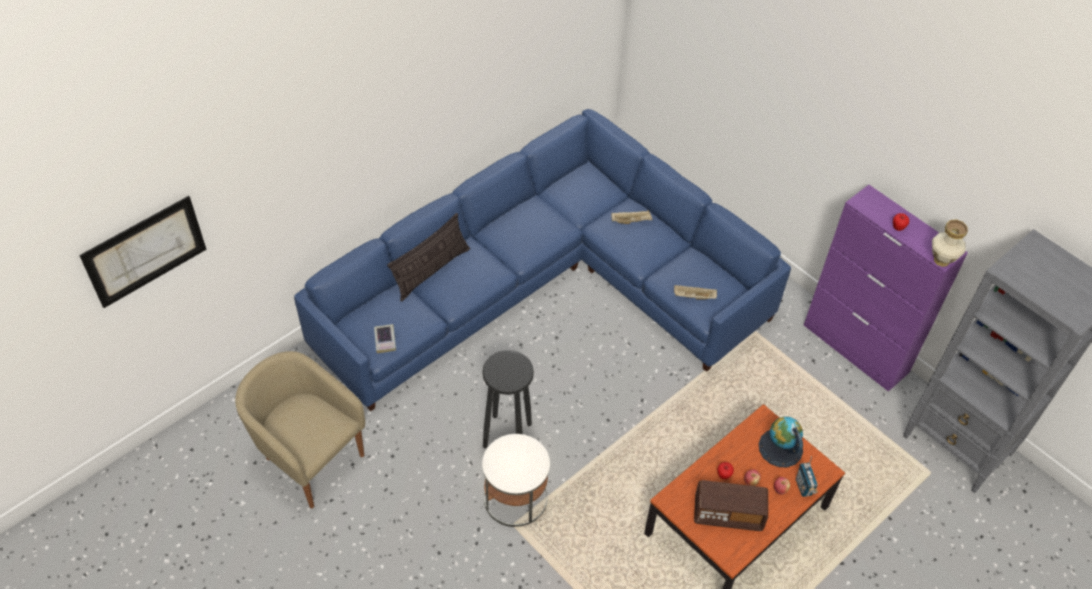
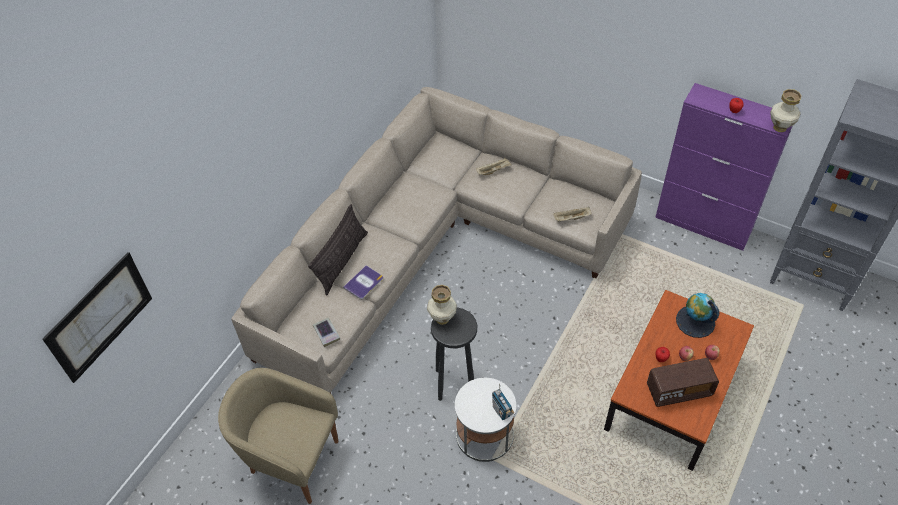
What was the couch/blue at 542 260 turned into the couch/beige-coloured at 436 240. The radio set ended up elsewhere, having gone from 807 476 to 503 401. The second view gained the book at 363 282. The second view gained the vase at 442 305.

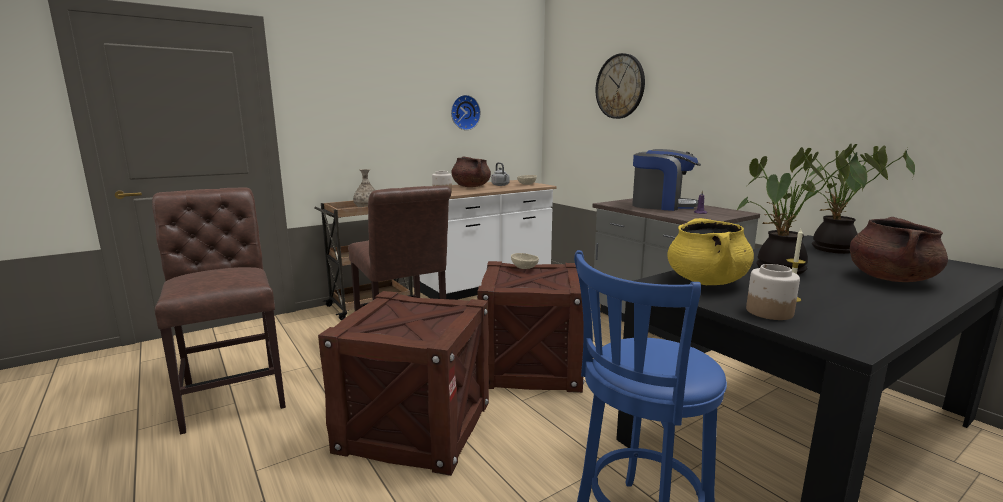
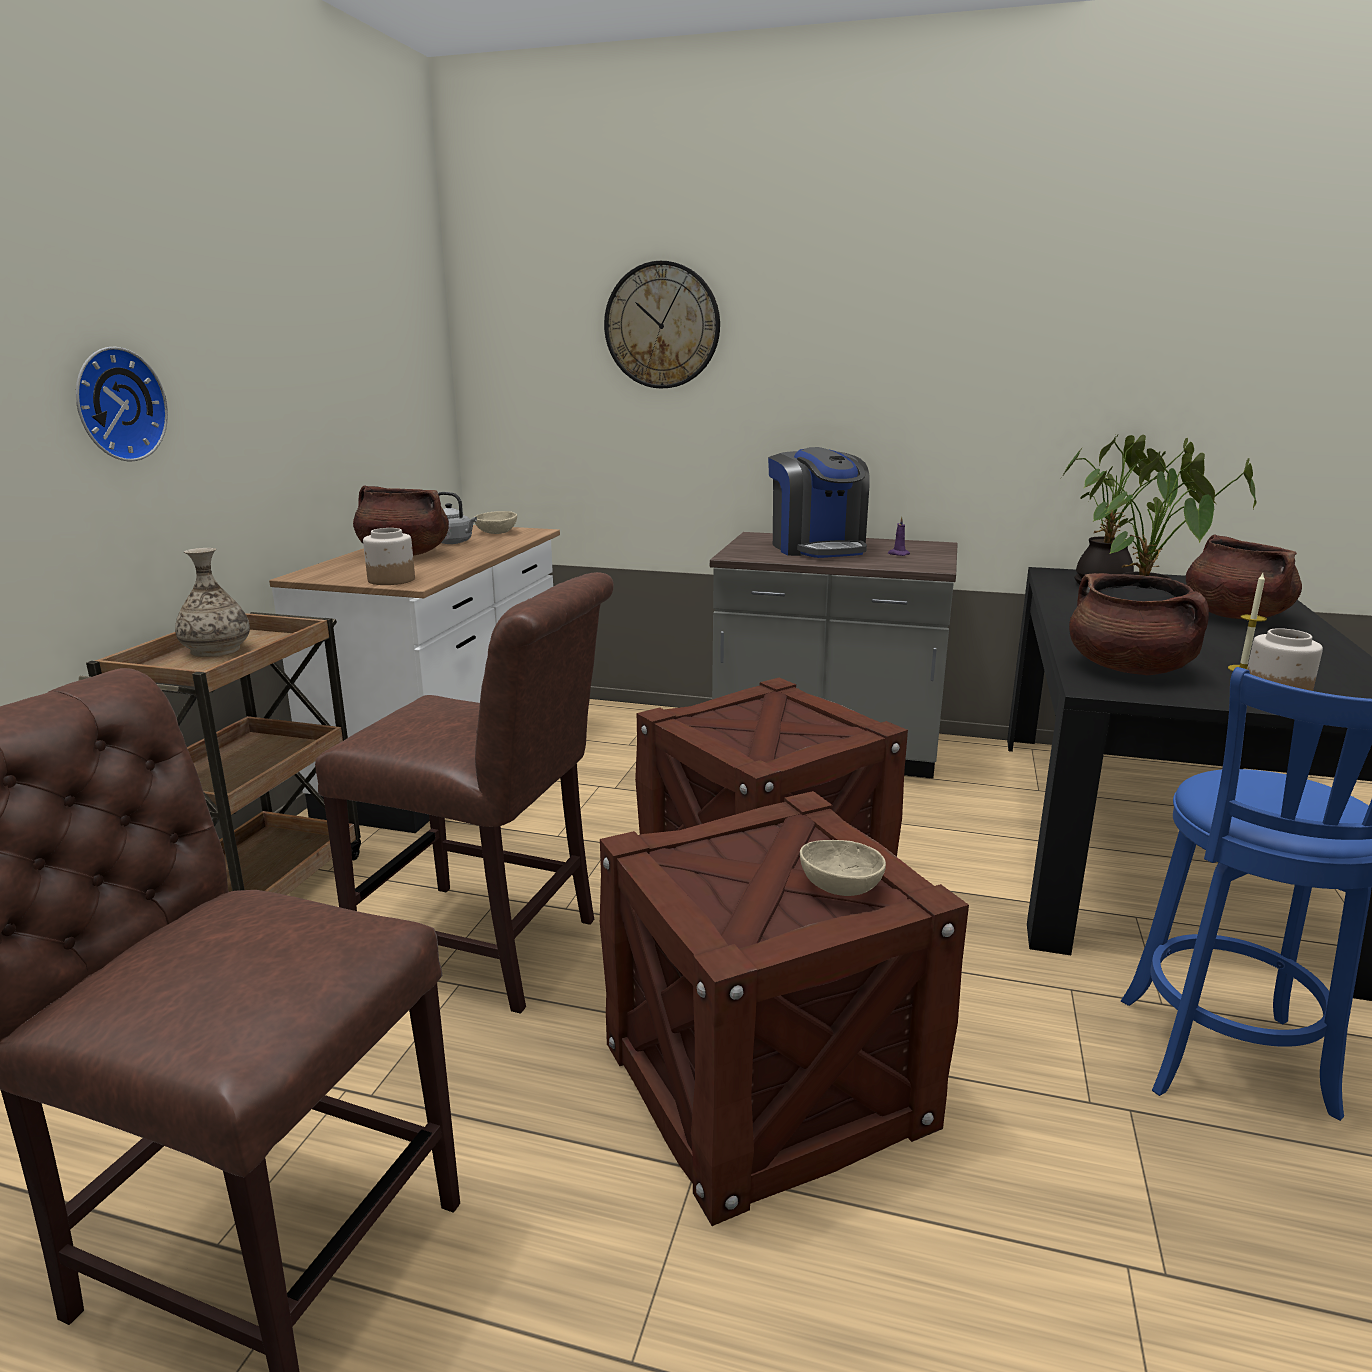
The wall clock ended up elsewhere, having gone from 466 112 to 122 404. The coffee brewer at 666 180 ended up facing another way, 90 degrees clockwise from before. What was the stockpot/yellowish at 710 251 turned into the stockpot/brown at 1139 624. The serving bowl/beige-coloured ended up elsewhere, having gone from 525 261 to 843 868.

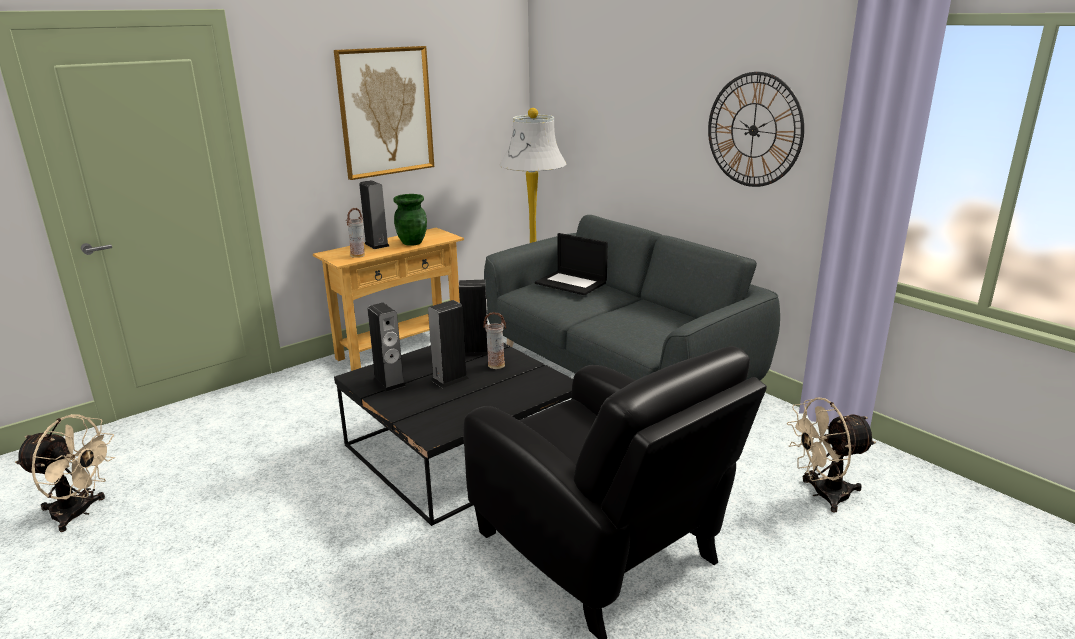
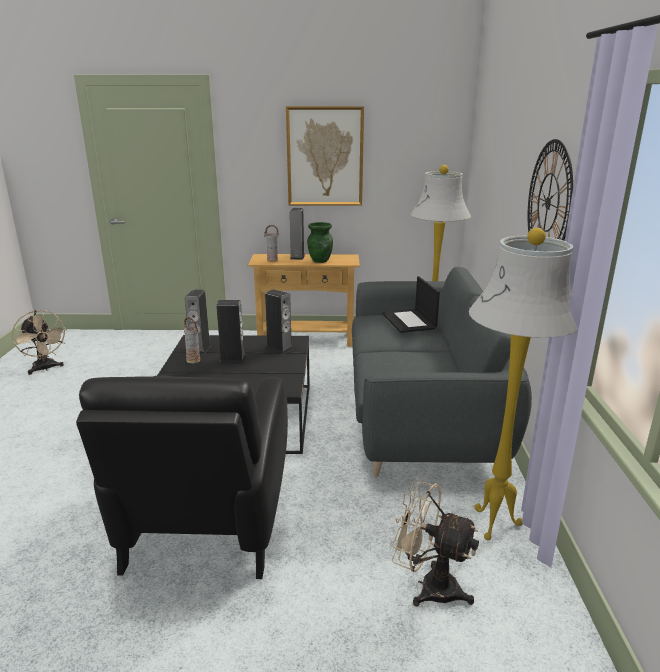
The vase ended up elsewhere, having gone from 494 340 to 192 340. The second view gained the standing lamp/white-coloured at 523 384.

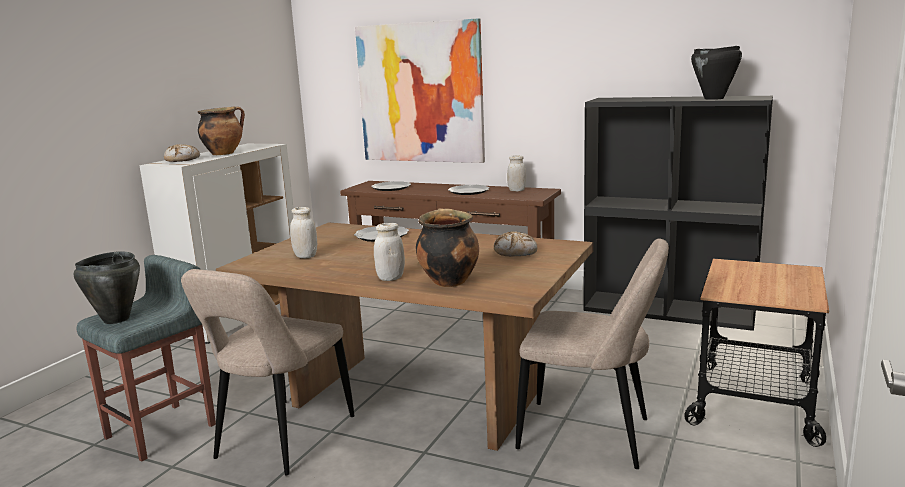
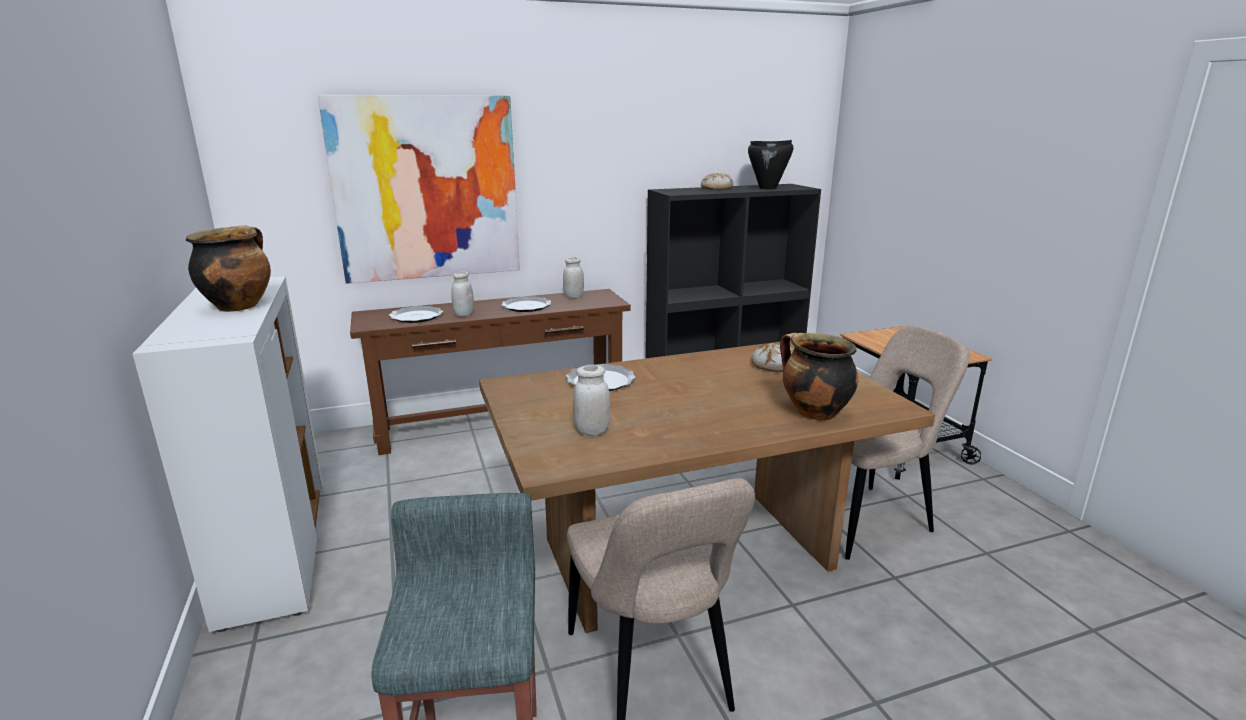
The bakery bread ended up elsewhere, having gone from 182 153 to 717 181. The preserve jar/white-coloured ended up elsewhere, having gone from 389 252 to 462 294. The second view lost the stockpot/black at 107 287.

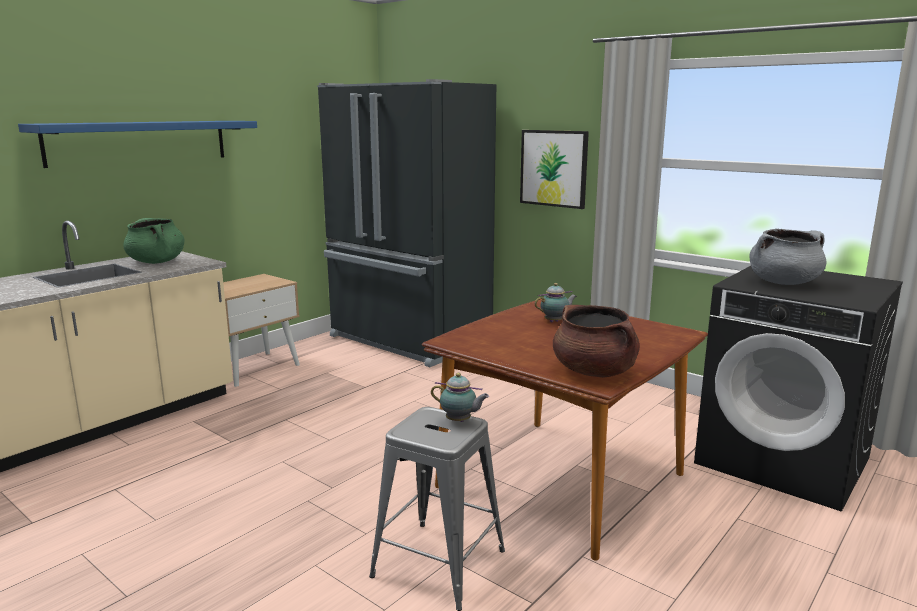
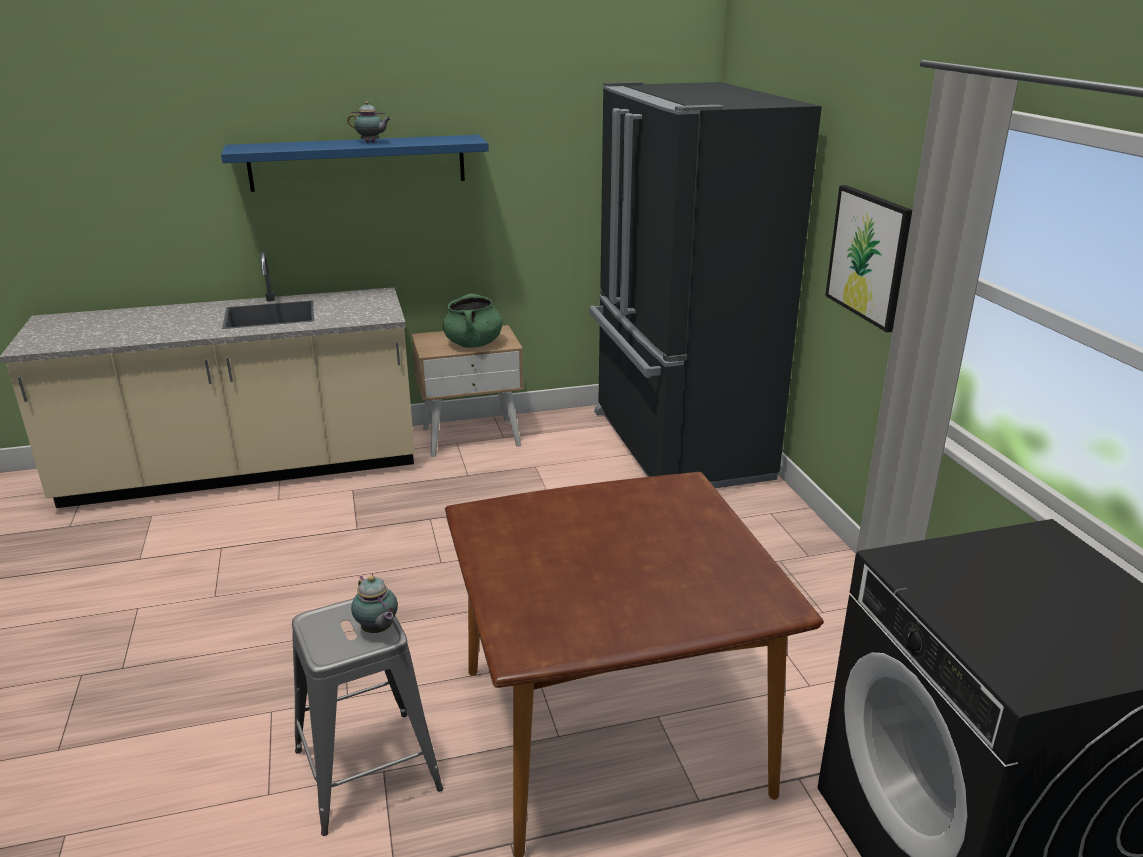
The stockpot/green-coloured ended up elsewhere, having gone from 153 241 to 472 320. The second view lost the stockpot/gray at 788 257. The pot for tea ended up elsewhere, having gone from 556 302 to 369 122. The second view lost the stockpot/brown at 596 341.

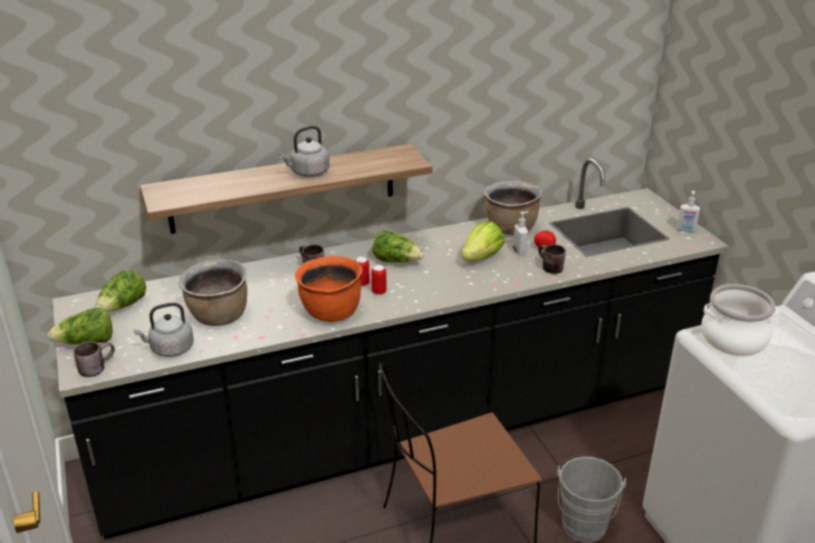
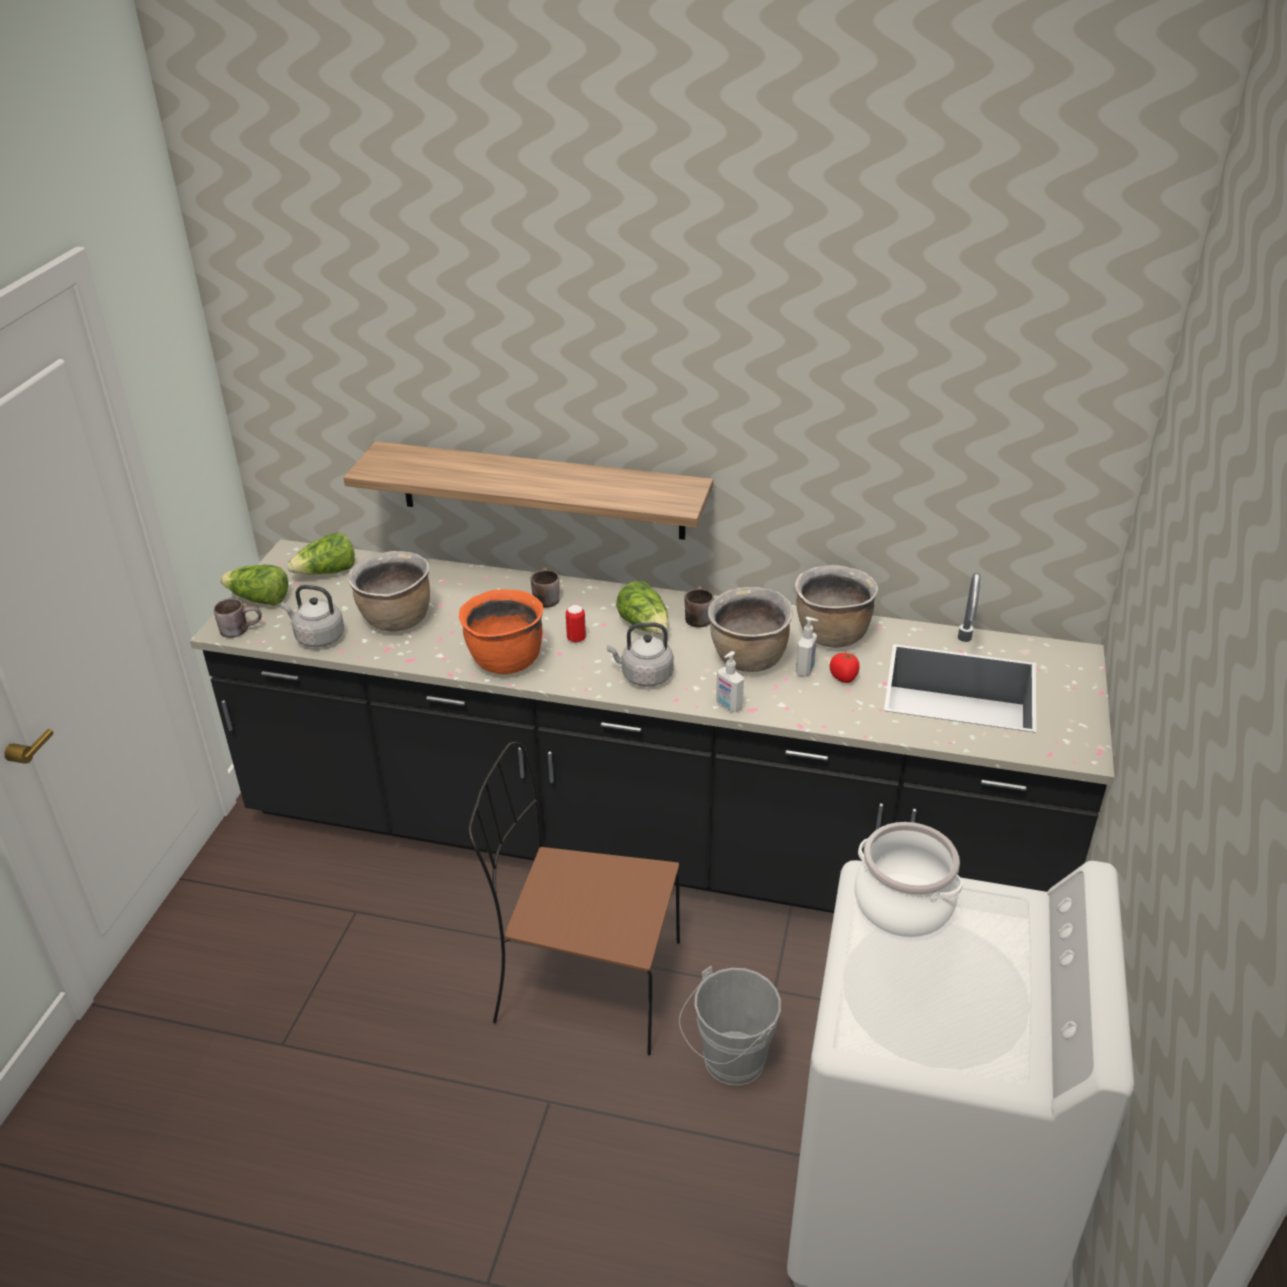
The kettle/gray ended up elsewhere, having gone from 304 151 to 640 654. The liquid soap bottle ended up elsewhere, having gone from 688 211 to 730 682. Where the lettuce head stood at 483 241, the stockpot/brown came to stand at 750 629. The mug/brown ended up elsewhere, having gone from 552 259 to 699 606. The second view lost the metal can at 379 280.

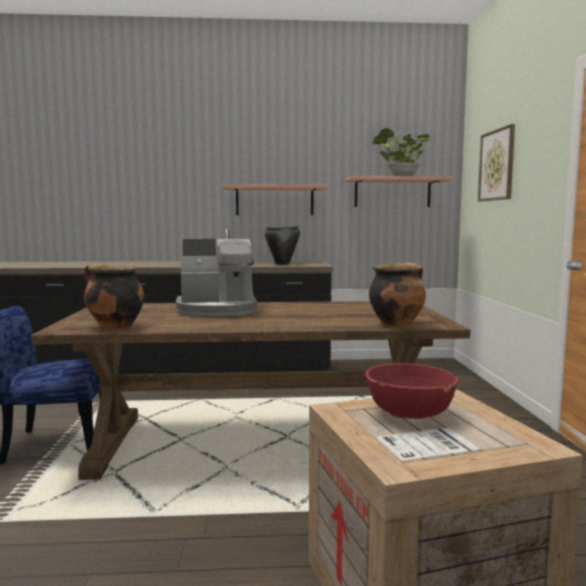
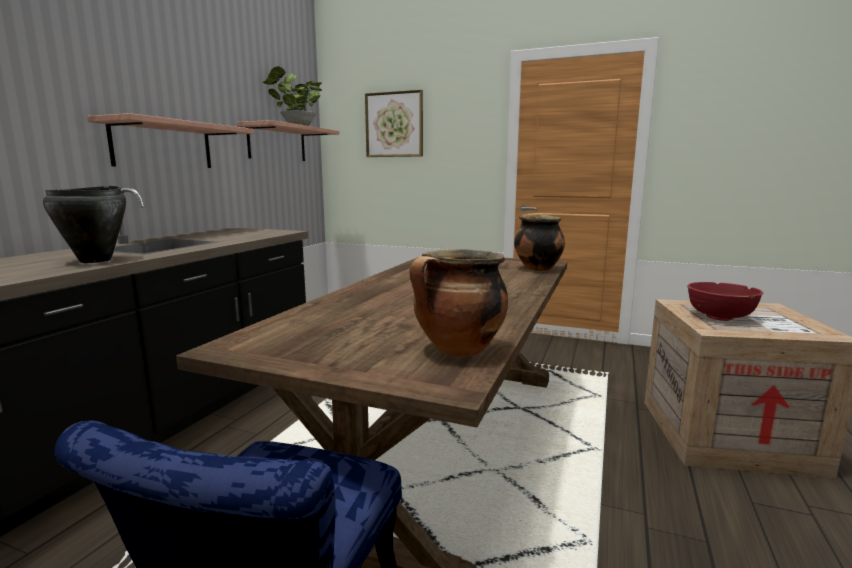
The stockpot/black ended up elsewhere, having gone from 282 245 to 84 224. The second view lost the coffee brewer at 216 278.

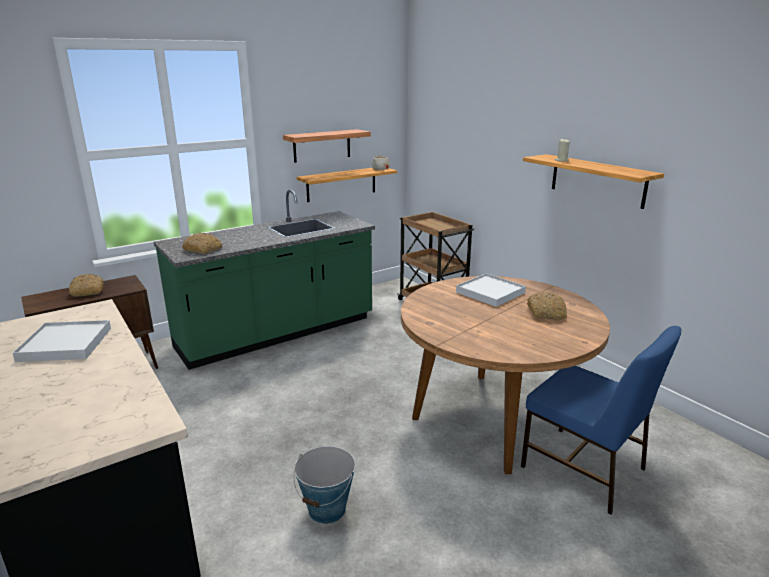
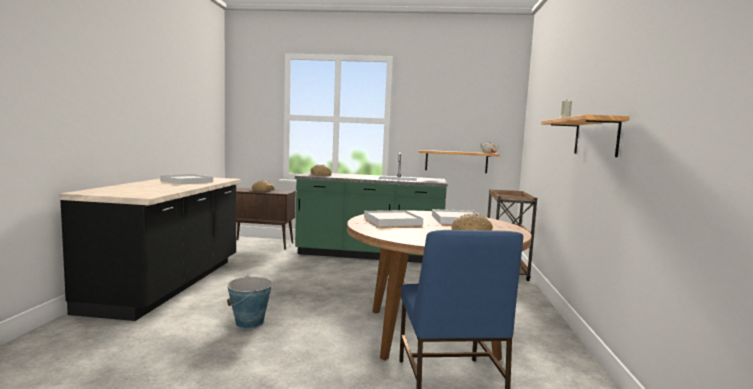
The second view lost the shelf at 327 146. The second view gained the serving tray/white-coloured at 393 218.

